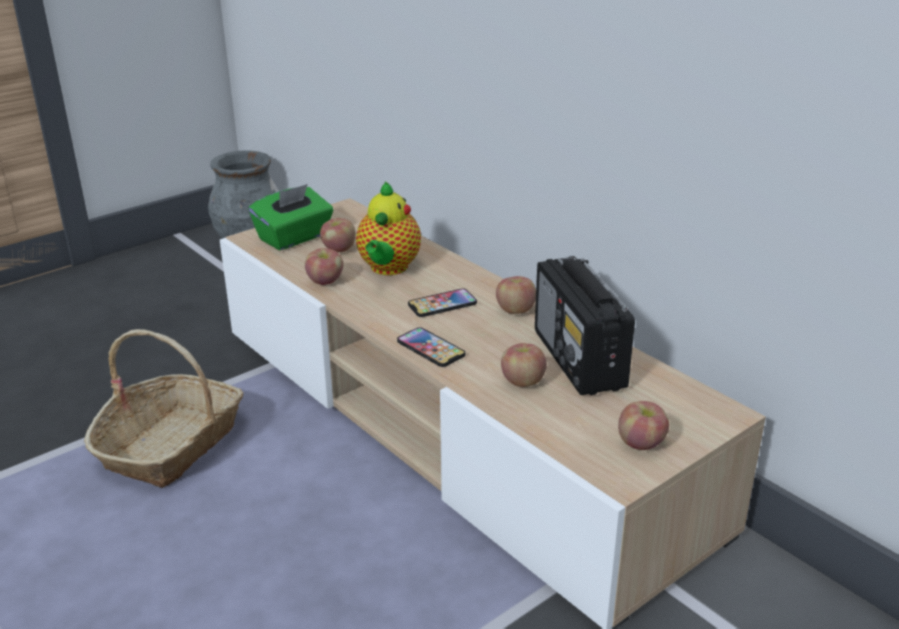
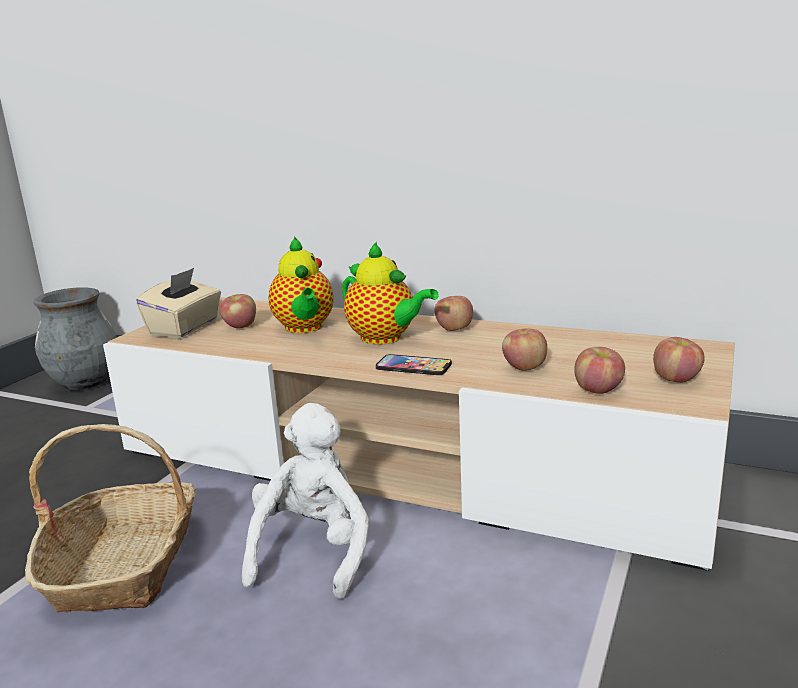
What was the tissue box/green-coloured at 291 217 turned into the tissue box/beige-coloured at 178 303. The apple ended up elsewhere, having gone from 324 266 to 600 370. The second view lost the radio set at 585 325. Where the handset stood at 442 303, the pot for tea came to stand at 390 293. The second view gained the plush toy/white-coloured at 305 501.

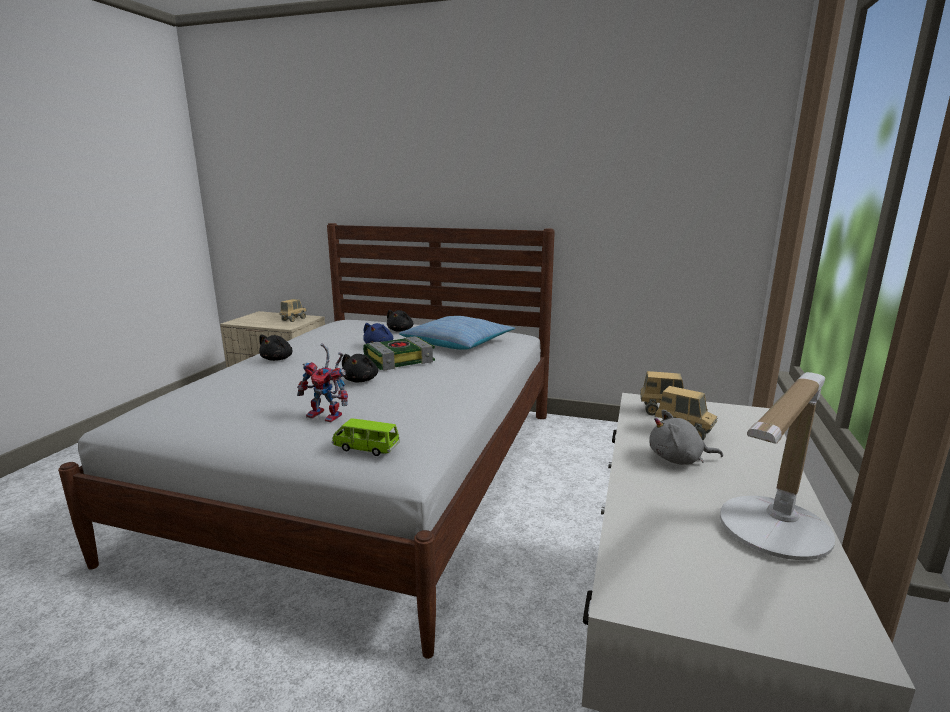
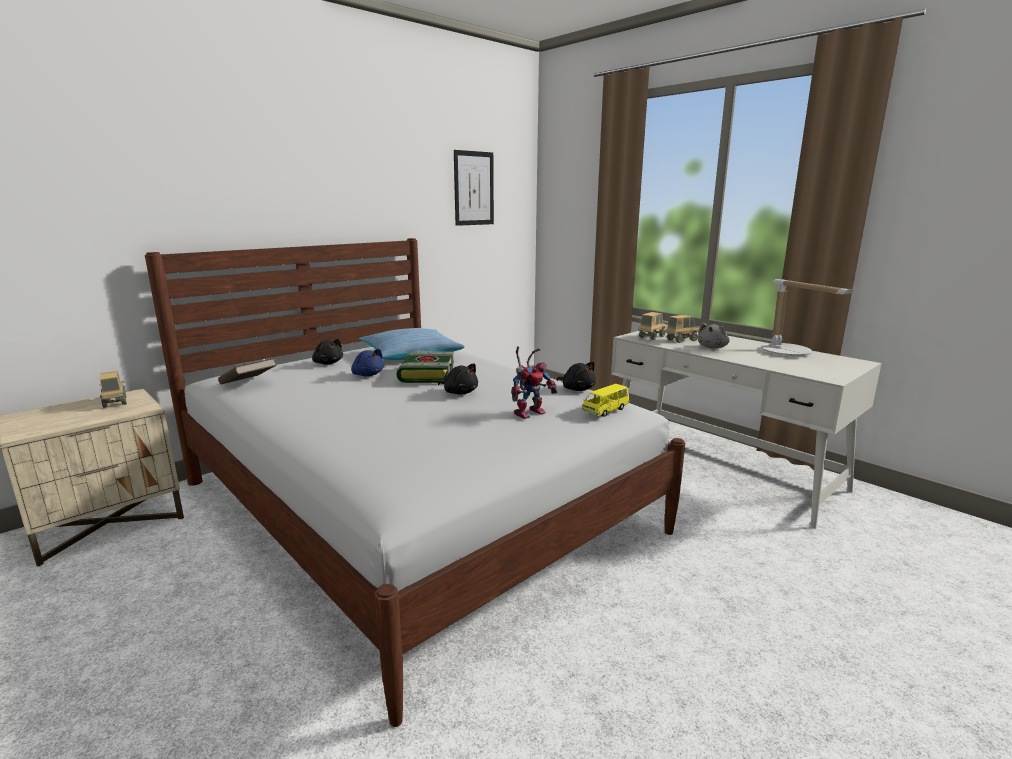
The plush toy/black ended up elsewhere, having gone from 275 347 to 576 376. What was the miniature car/green-coloured at 366 437 turned into the miniature car/yellowish at 606 400. The second view gained the wall picture at 474 188. The second view gained the book/brown at 247 371.

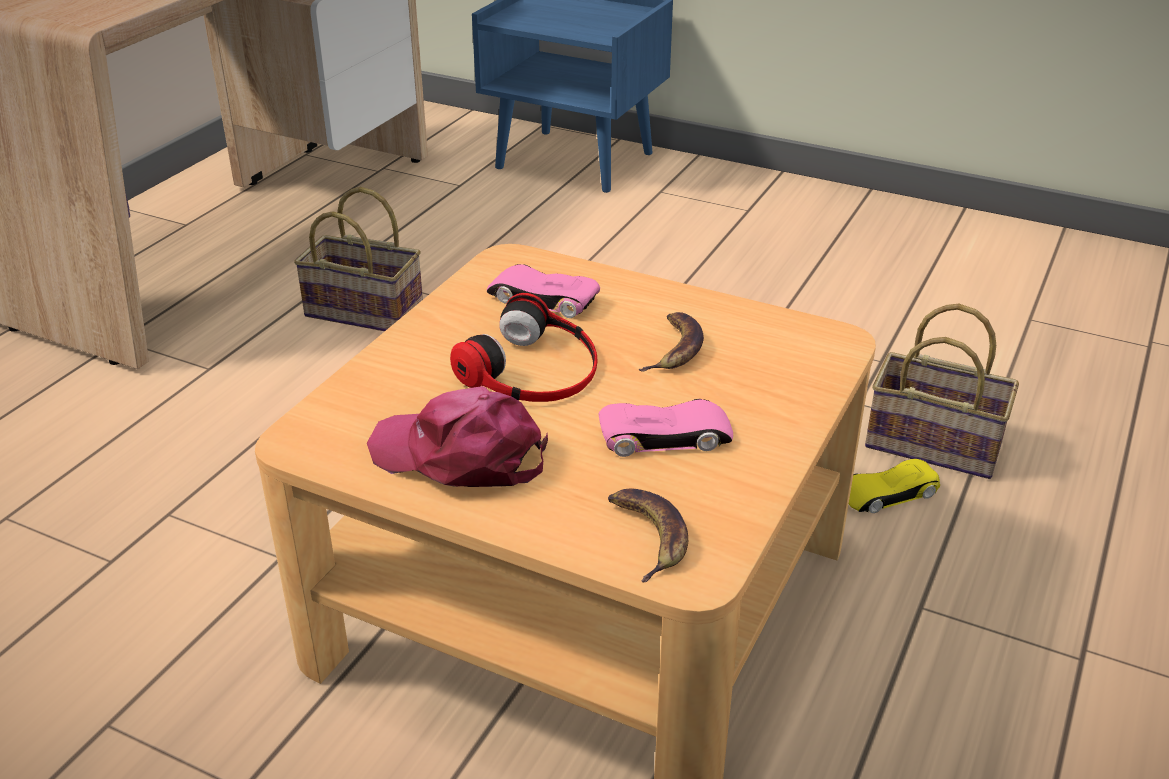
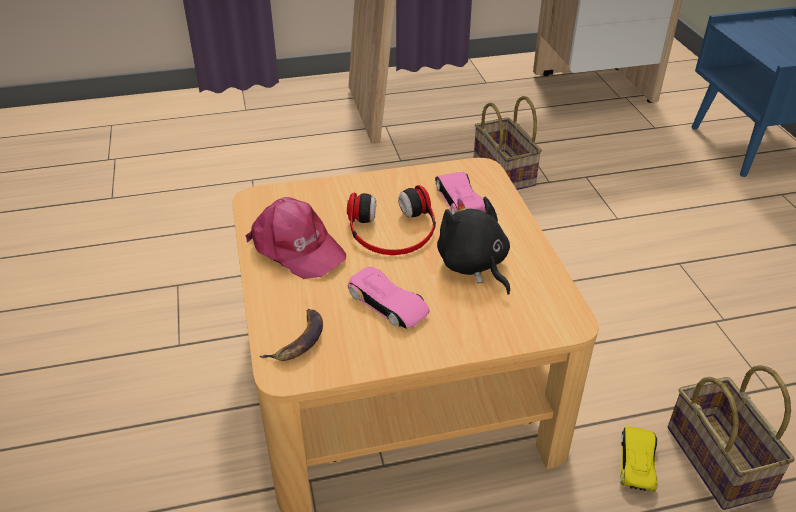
Where the banana stood at 671 342, the plush toy/black came to stand at 473 245. The peaked cap/pink at 457 436 ended up facing another way, 150 degrees clockwise from before. The miniature car/yellowish at 894 486 ended up facing another way, 75 degrees clockwise from before.

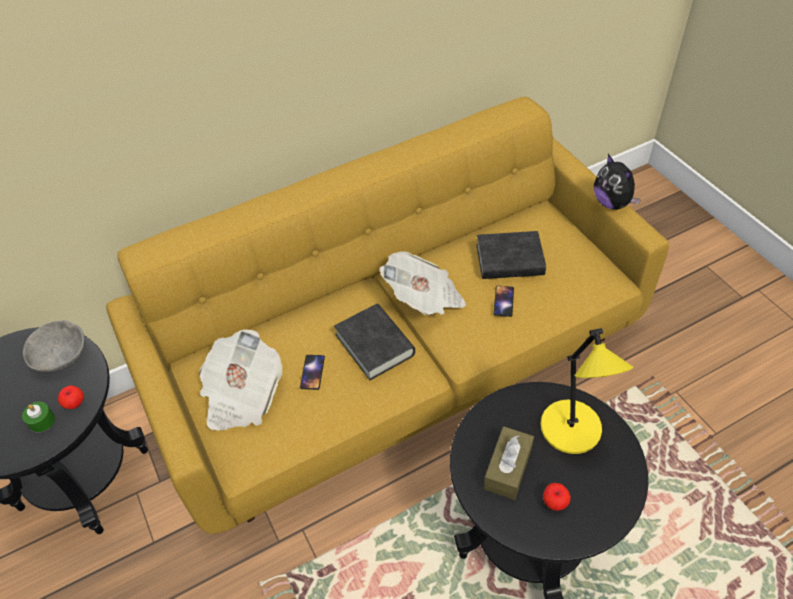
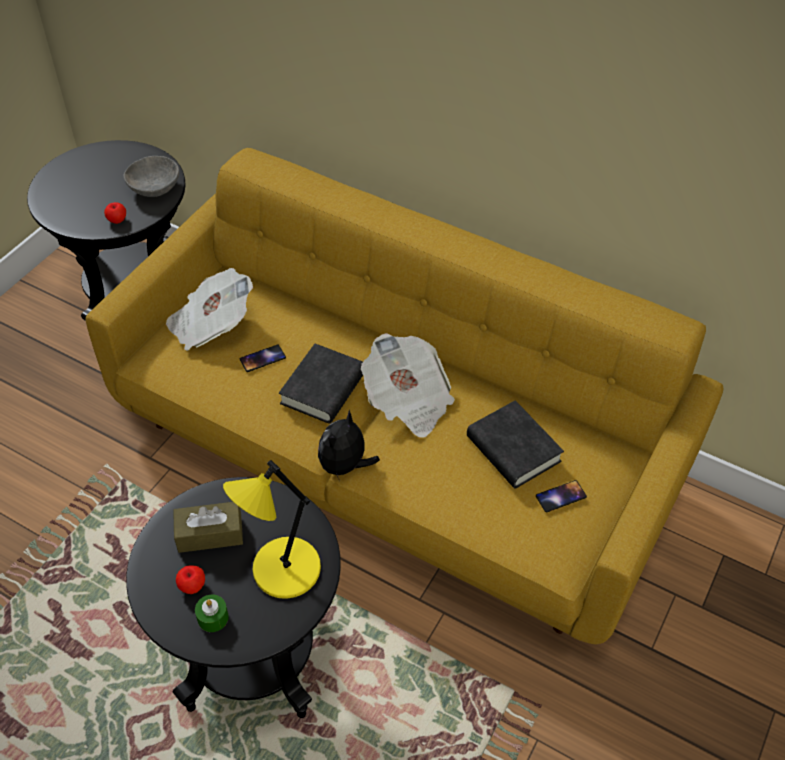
The plush toy ended up elsewhere, having gone from 617 182 to 349 446. The handset ended up elsewhere, having gone from 504 301 to 561 496. The wax light/green-coloured ended up elsewhere, having gone from 38 417 to 212 613.

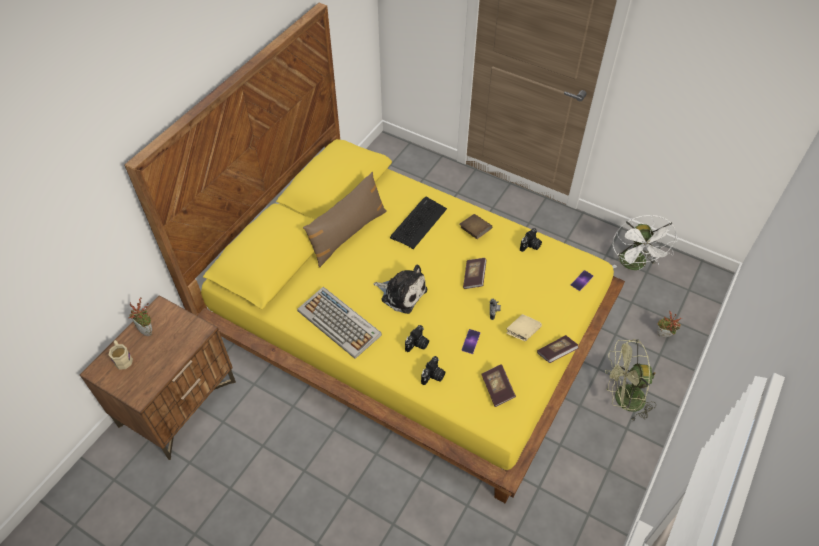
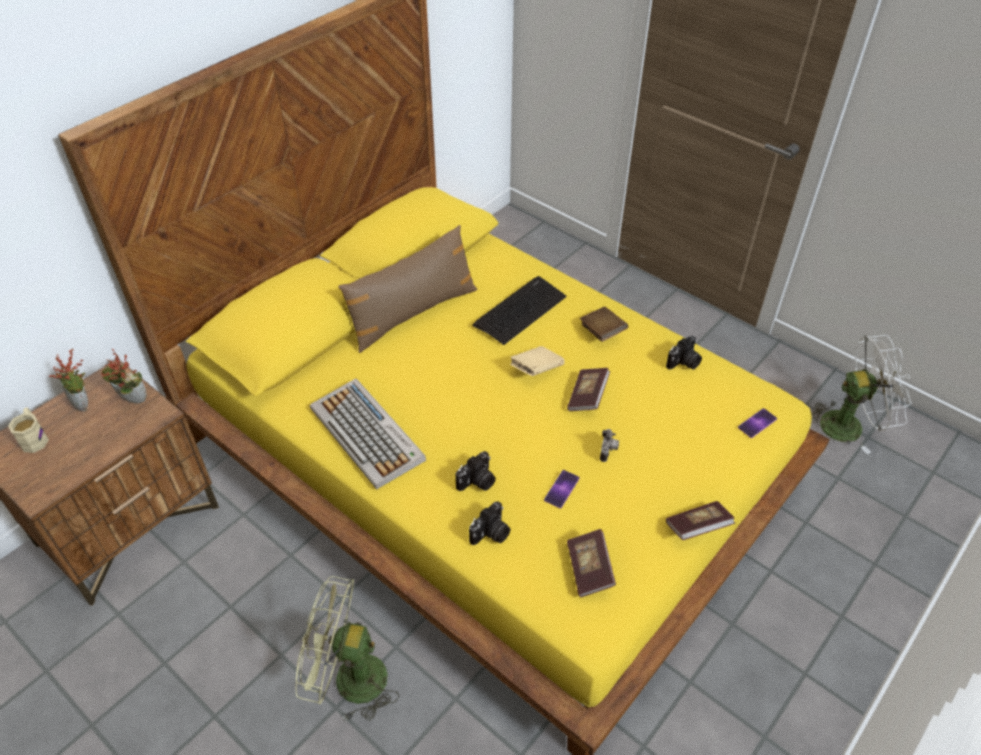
The electric fan/white-coloured at 645 242 ended up facing another way, 105 degrees counterclockwise from before. The second view lost the plush toy at 400 289. The potted plant ended up elsewhere, having gone from 669 324 to 124 376. The book/beige-coloured ended up elsewhere, having gone from 524 327 to 537 361. The electric fan/green-coloured ended up elsewhere, having gone from 630 380 to 347 649.

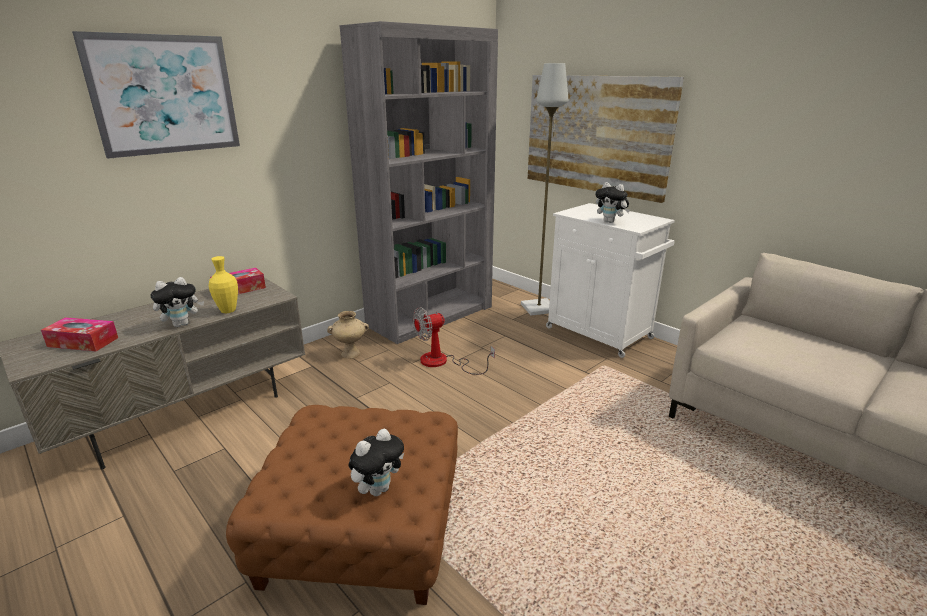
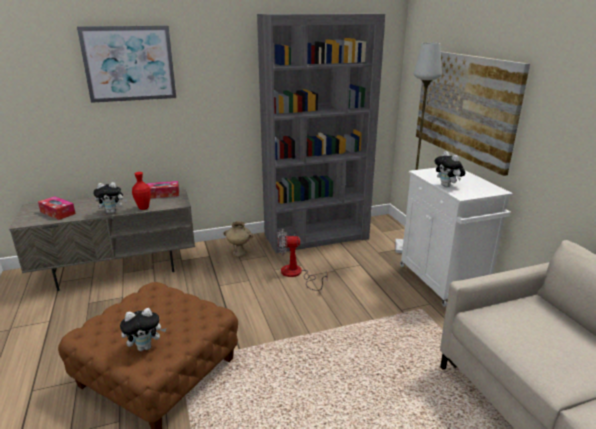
What was the vase/yellowish at 223 284 turned into the vase/reddish at 141 191.

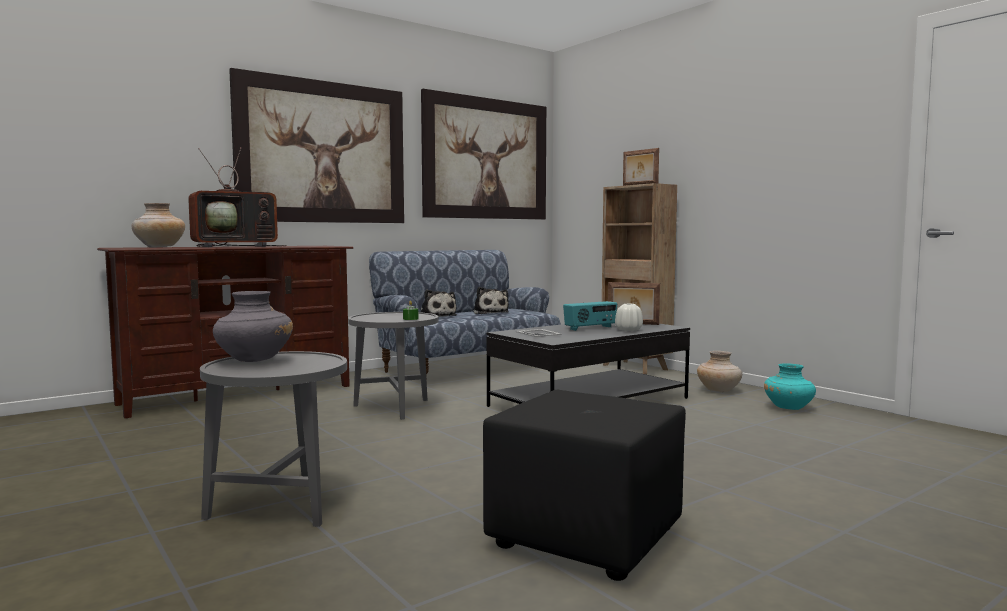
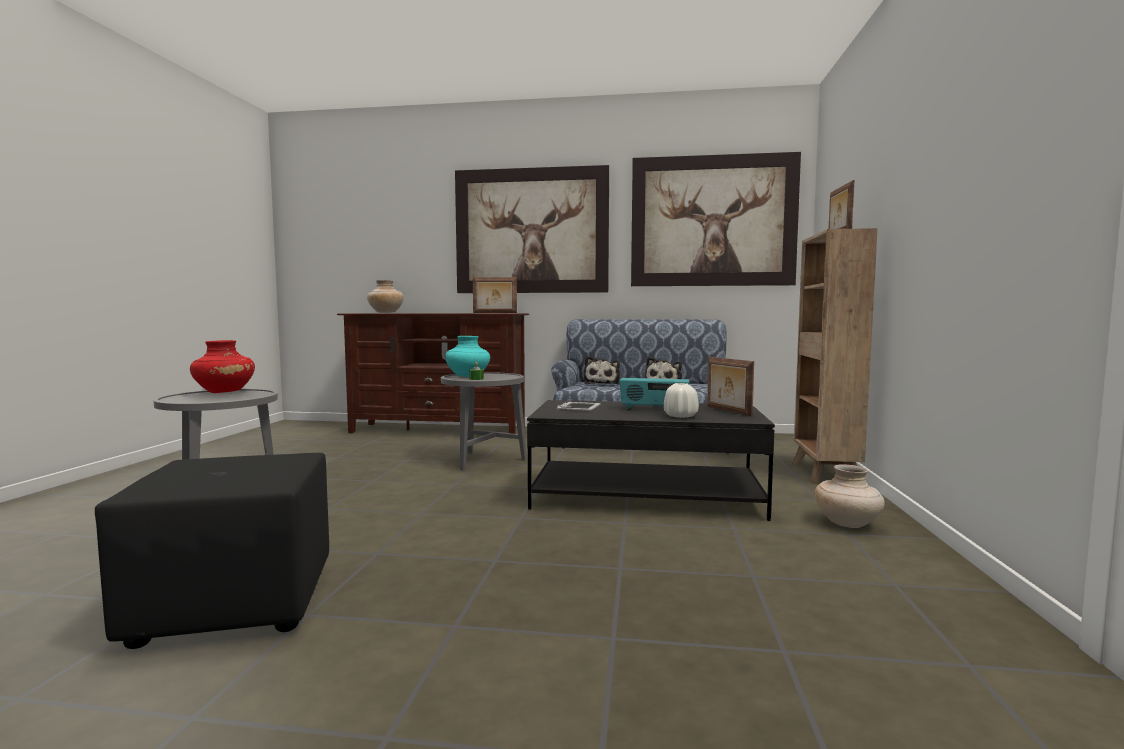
The second view lost the TV at 237 197. What was the vase/gray at 253 326 turned into the vase/reddish at 222 366. The vase/turquoise ended up elsewhere, having gone from 790 386 to 467 356. The second view gained the photo frame at 495 295.

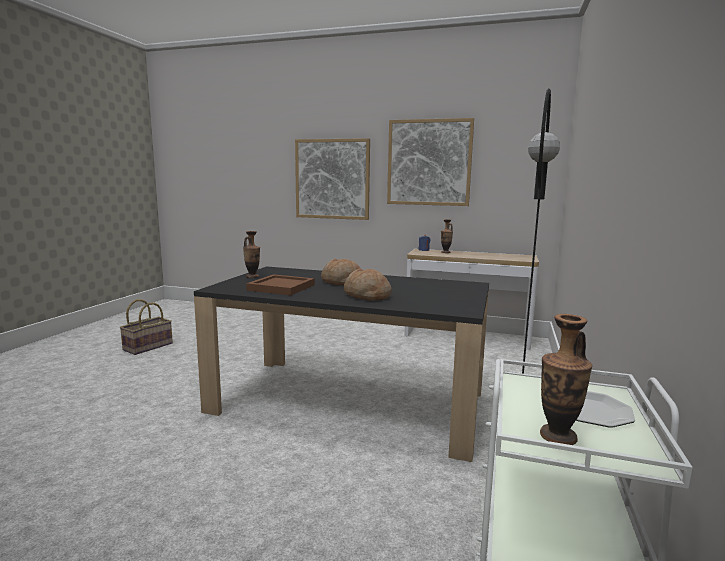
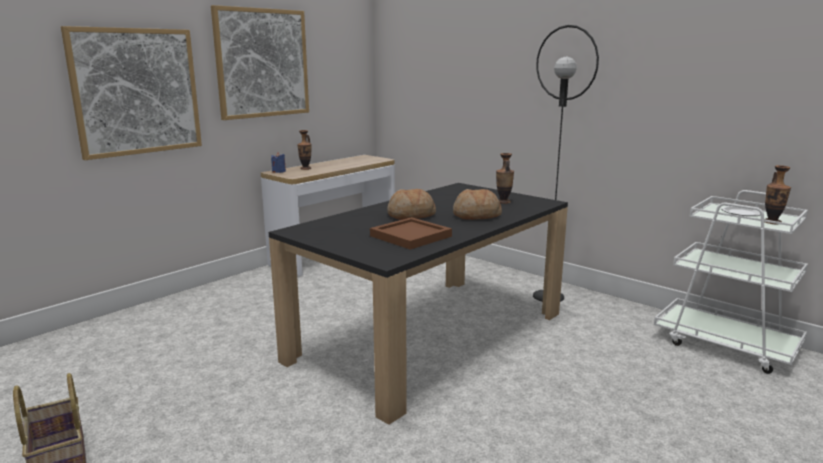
The vase ended up elsewhere, having gone from 251 254 to 505 178.

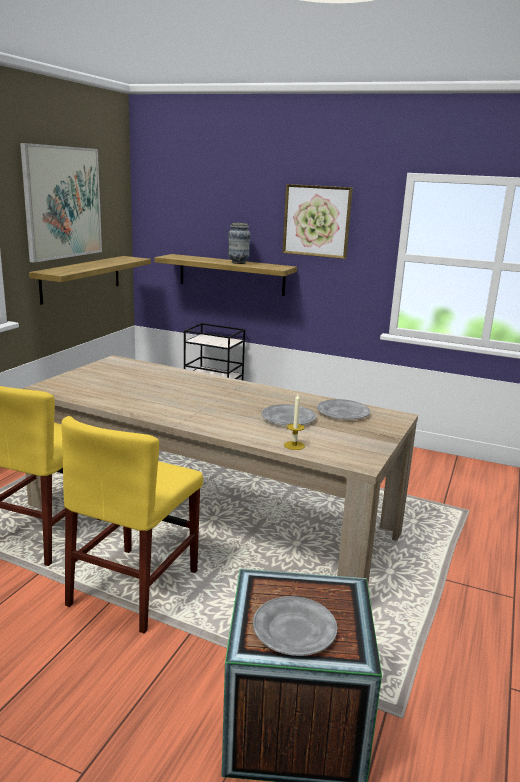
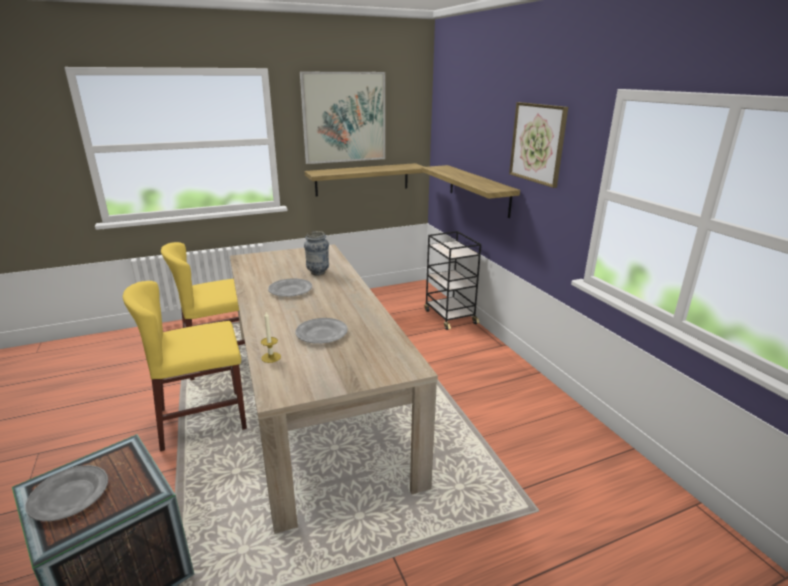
The vase ended up elsewhere, having gone from 239 243 to 316 253. The flat dish/gray ended up elsewhere, having gone from 343 409 to 290 287.

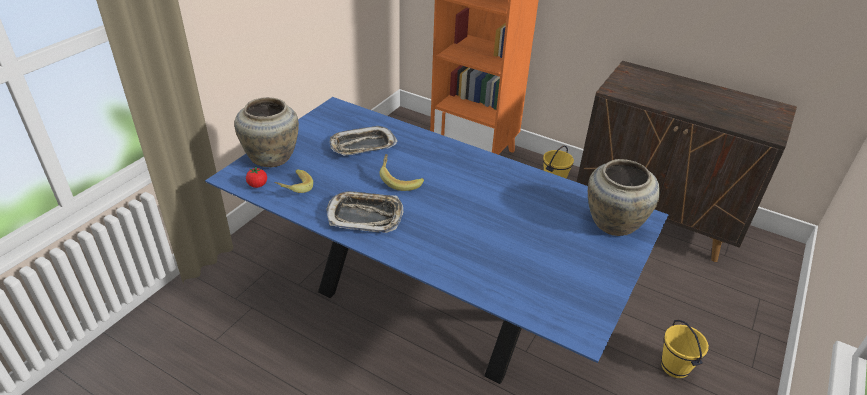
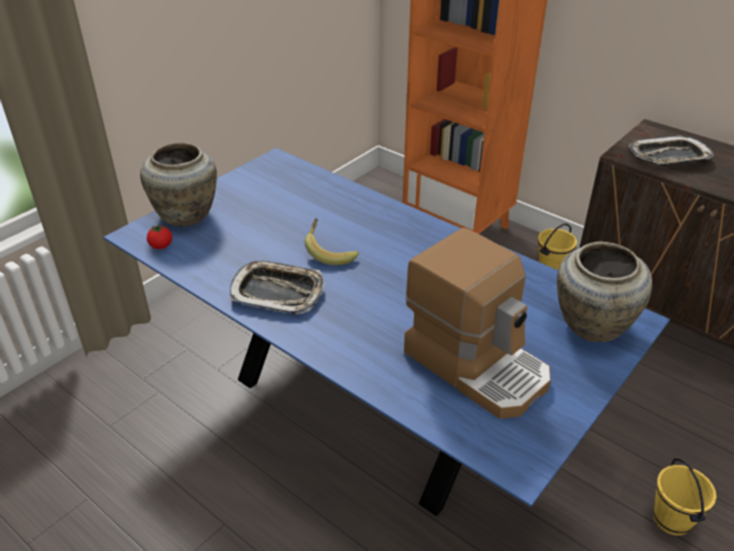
The serving tray ended up elsewhere, having gone from 363 140 to 671 150. The second view lost the banana at 293 181. The second view gained the coffee brewer at 477 323.

